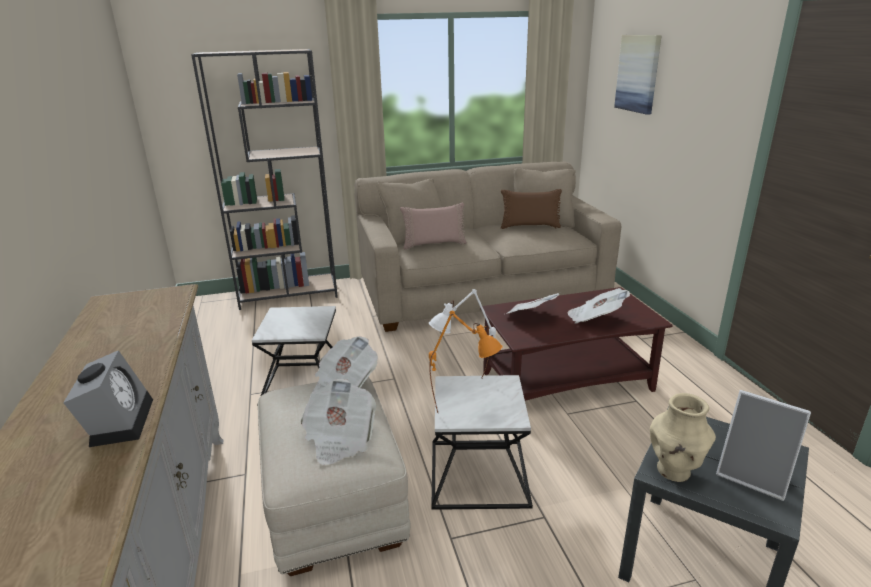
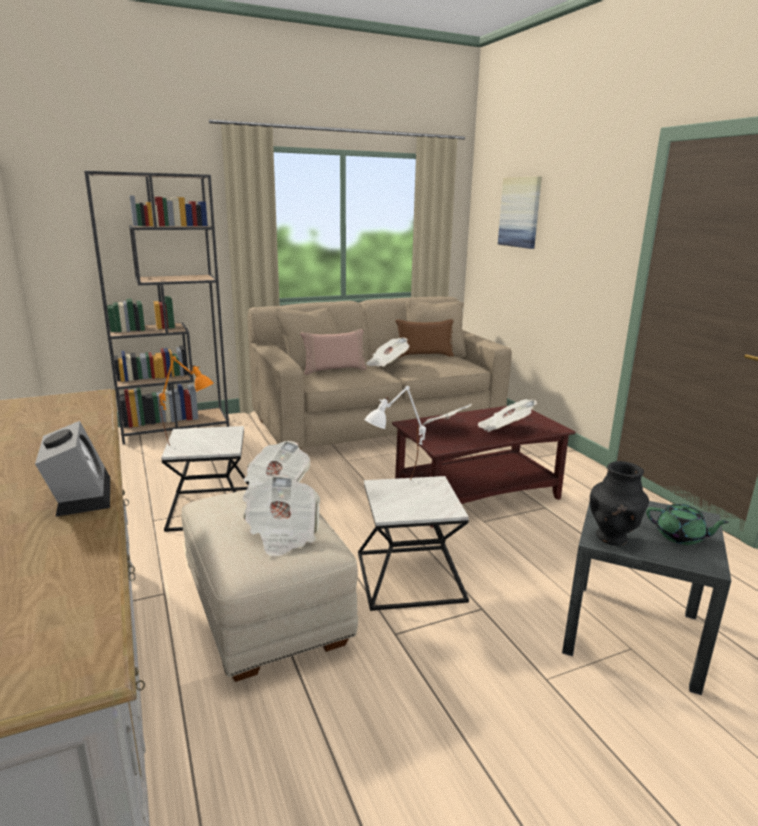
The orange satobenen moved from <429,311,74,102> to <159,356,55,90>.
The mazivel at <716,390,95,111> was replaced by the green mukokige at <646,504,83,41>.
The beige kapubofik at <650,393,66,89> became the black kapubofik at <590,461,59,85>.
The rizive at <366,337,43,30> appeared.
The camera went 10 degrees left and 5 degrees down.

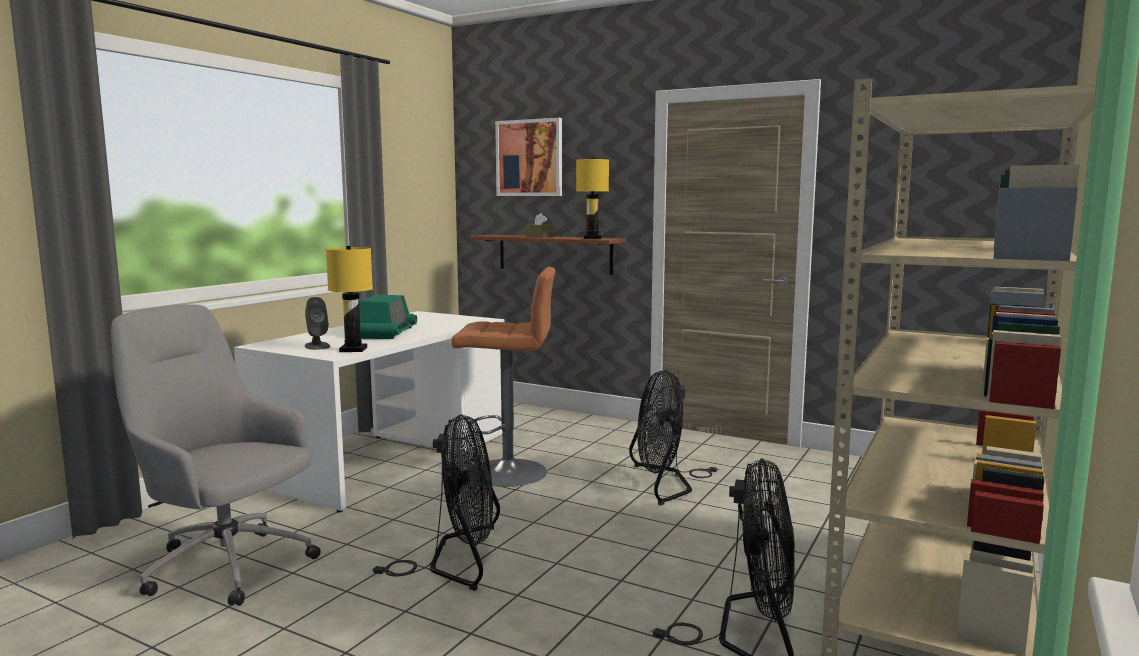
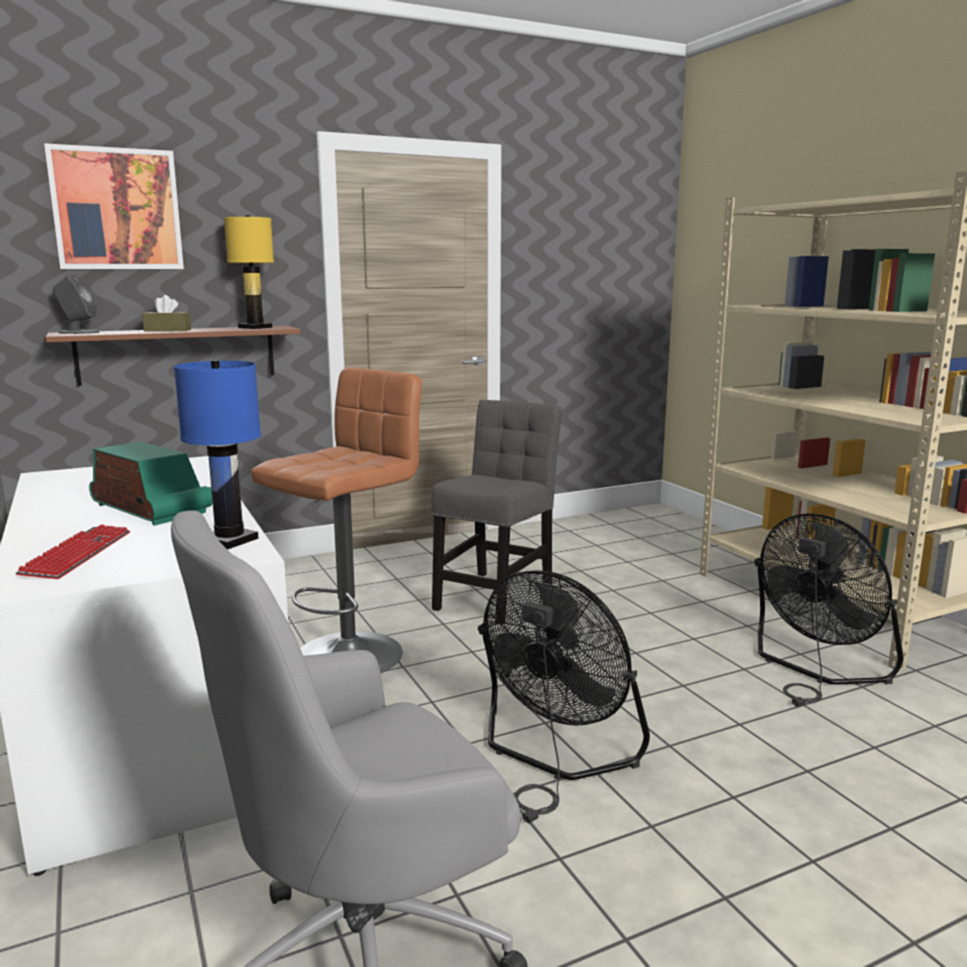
The yellow satobenen at <326,246,47,106> became the blue satobenen at <174,360,87,189>.
The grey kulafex moved from <305,297,25,53> to <53,274,47,60>.
The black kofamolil at <629,370,90,135> was replaced by the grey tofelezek at <431,400,131,223>.
The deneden at <16,524,114,55> appeared.
The camera went 55 degrees left and 5 degrees up.

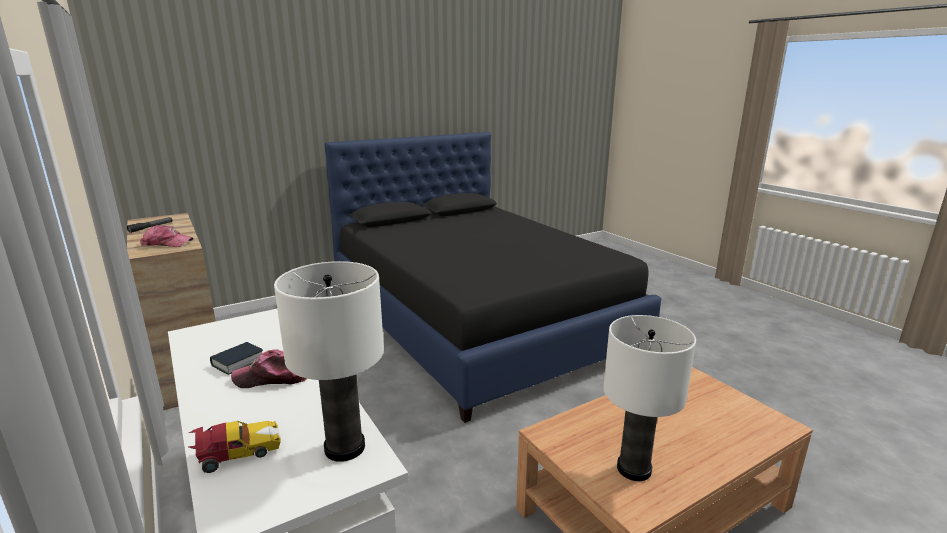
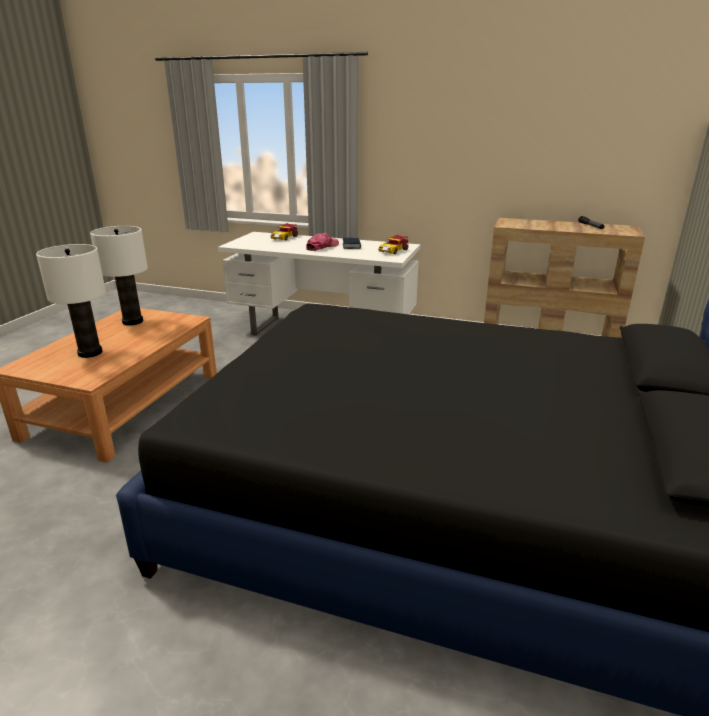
The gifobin at <140,225,54,22> disappeared.
The white satobenen moved from <274,261,110,201> to <36,244,70,114>.
The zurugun at <378,235,30,19> appeared.
The camera went 140 degrees right and 5 degrees up.

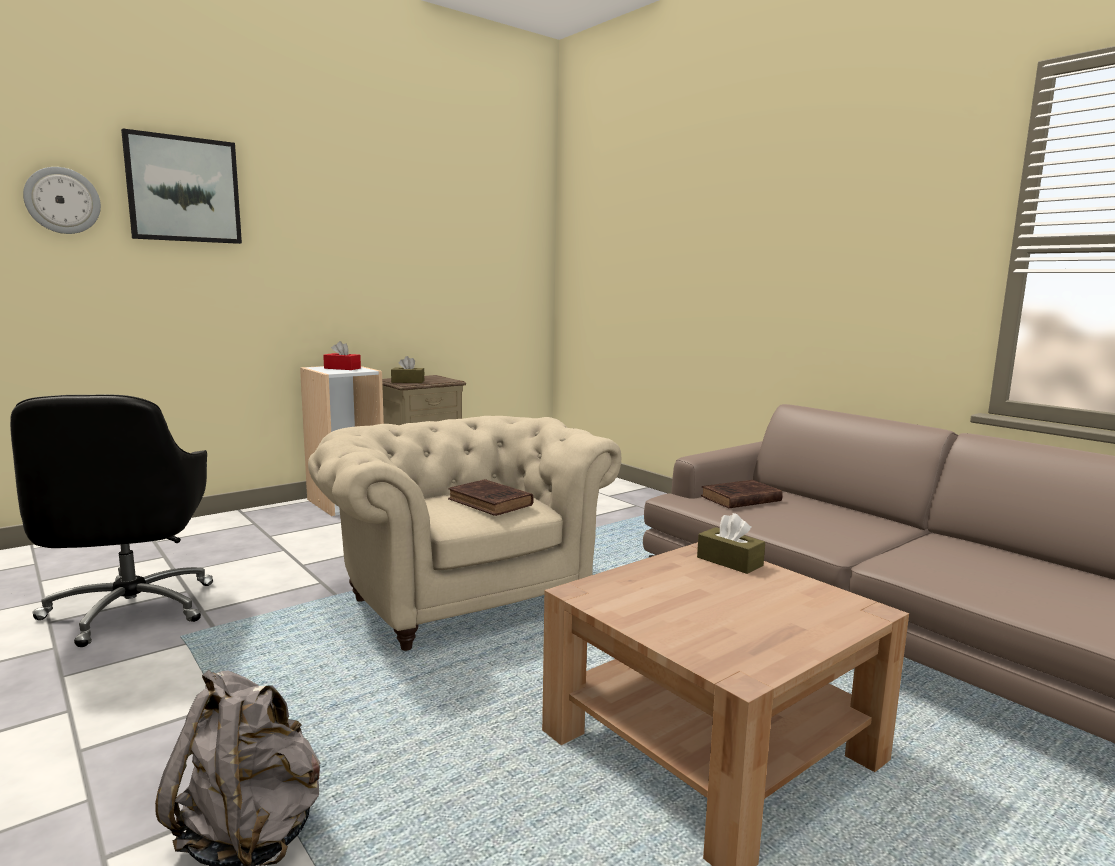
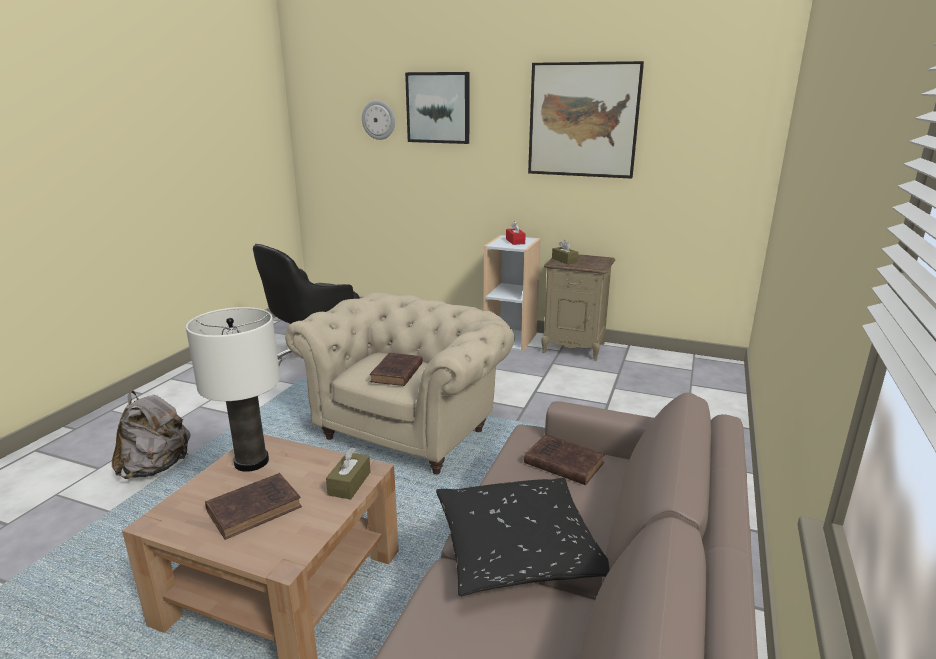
The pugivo at <528,61,116,118> appeared.
The white satobenen at <186,307,94,165> appeared.
The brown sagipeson at <205,473,97,67> appeared.
The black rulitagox at <436,478,174,118> appeared.
The camera went 60 degrees right and 10 degrees up.

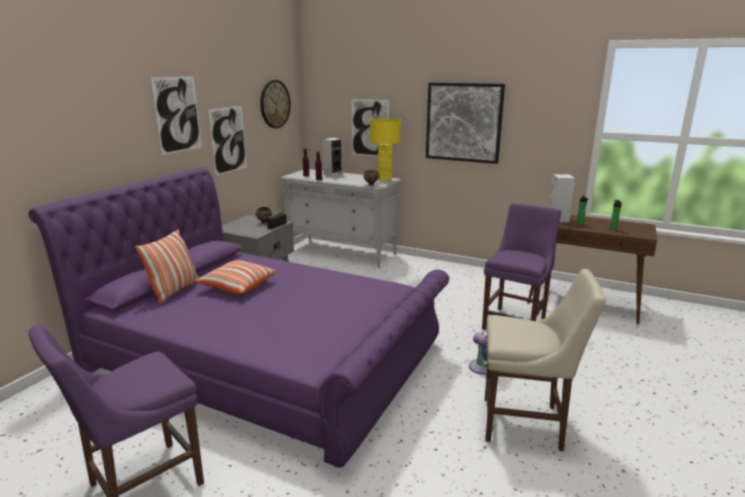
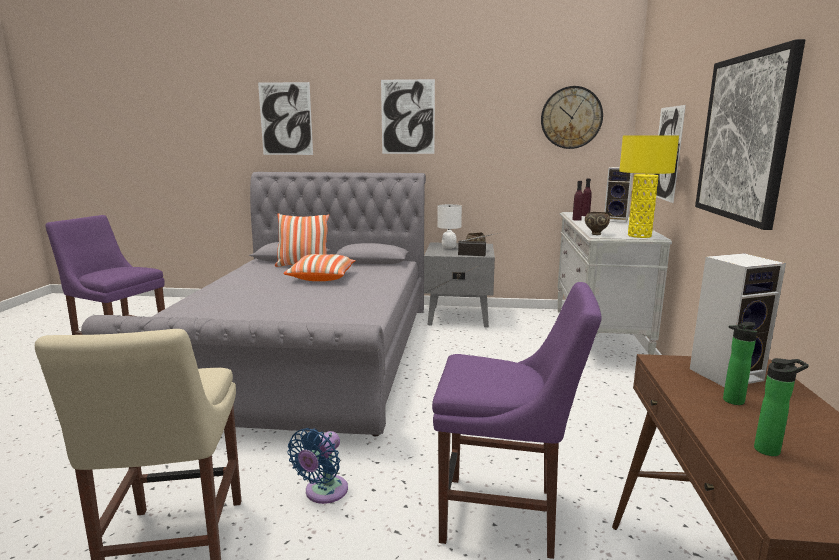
The pugivo moved from <208,106,39,70> to <258,82,55,73>.
The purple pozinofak at <28,167,421,301> became the grey pozinofak at <81,172,345,264>.
The white satobenen at <437,204,25,45> appeared.
The camera went 70 degrees right and 5 degrees down.

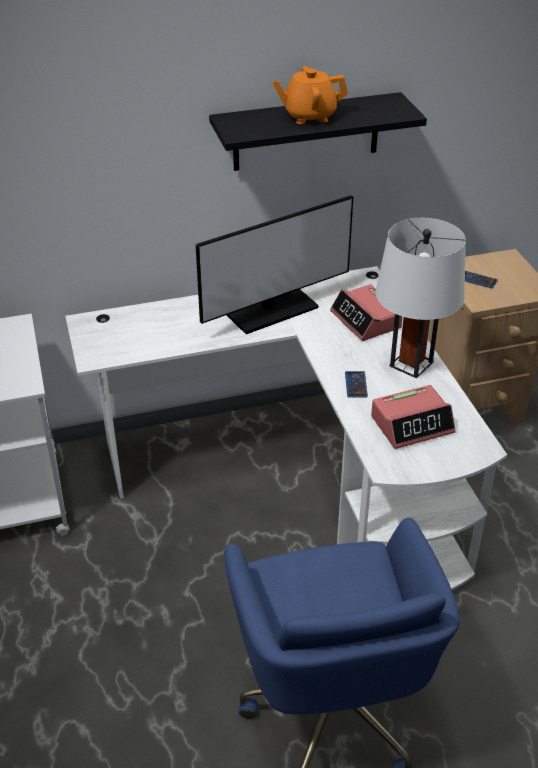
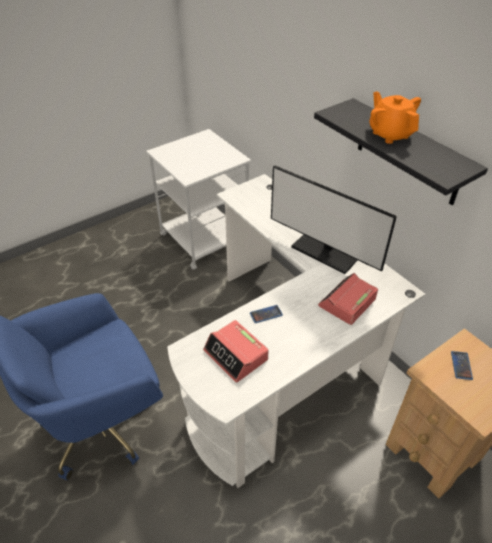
The white satobenen at <376,217,90,161> disappeared.
The camera went 70 degrees right and 5 degrees up.

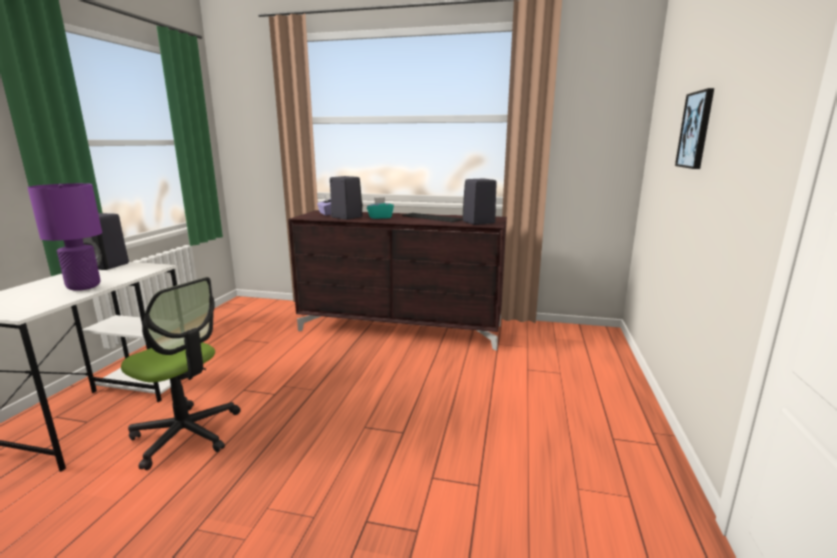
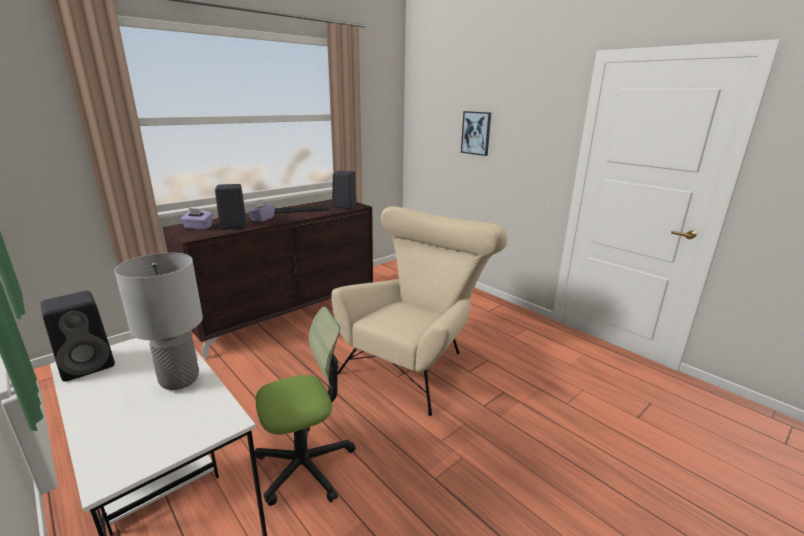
The purple satobenen at <27,183,75,108> became the grey satobenen at <114,253,89,137>.
The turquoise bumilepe at <367,197,27,22> became the purple bumilepe at <248,200,27,22>.
The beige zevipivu at <331,206,176,210> appeared.
The camera went 55 degrees left and 5 degrees up.

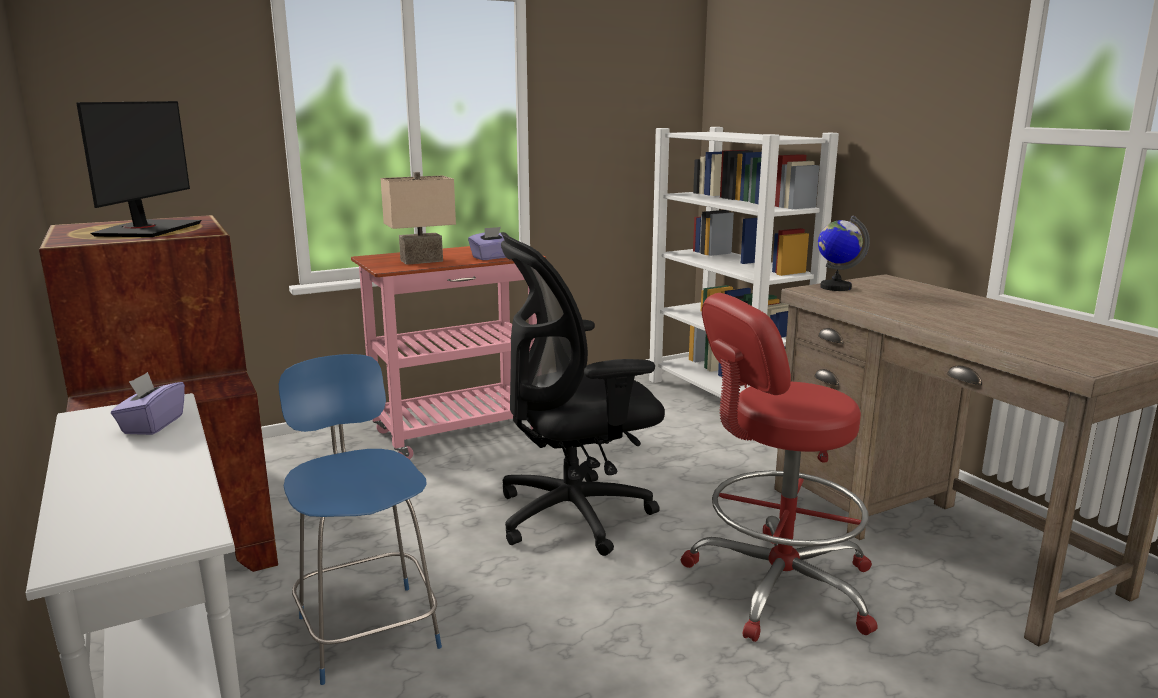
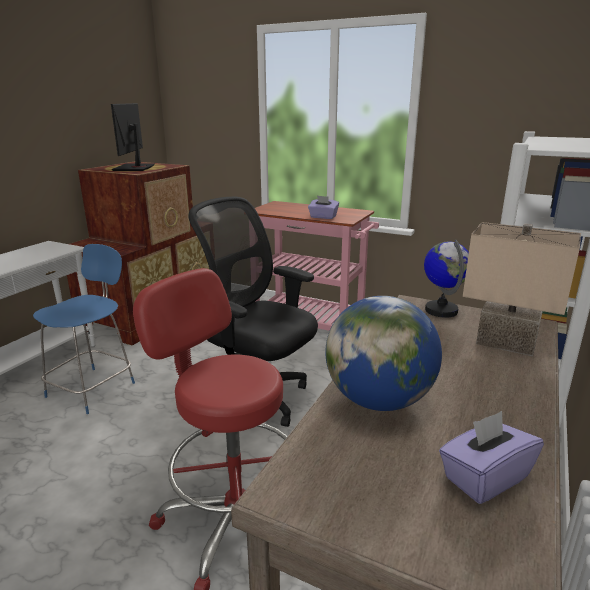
The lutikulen at <76,101,126,136> turned 120 degrees clockwise.
The beige satobenen moved from <380,172,76,93> to <463,222,118,135>.
The purple bumilepe moved from <111,372,74,63> to <439,411,105,93>.
The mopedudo at <325,296,117,115> appeared.
The camera went 55 degrees right and 5 degrees up.

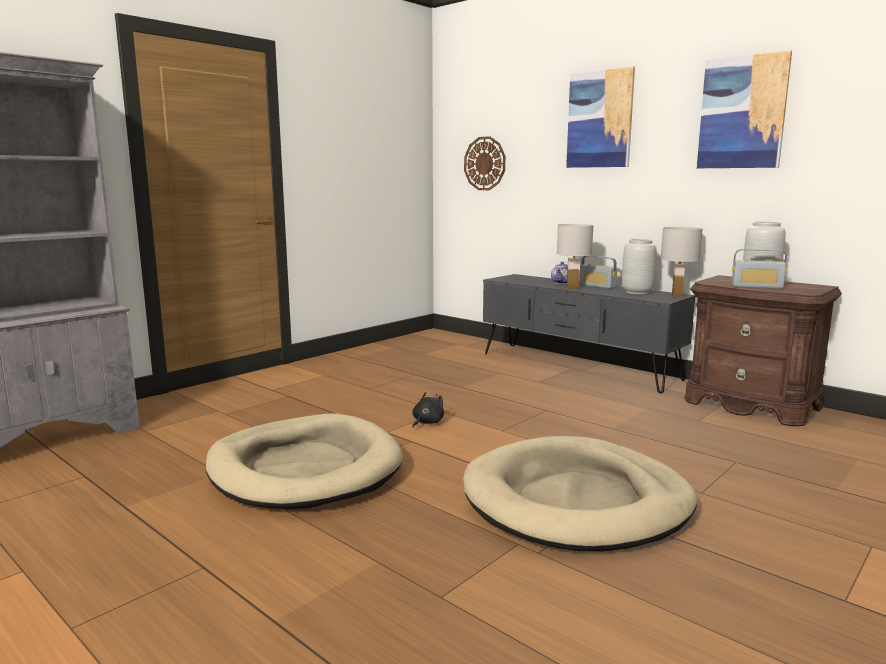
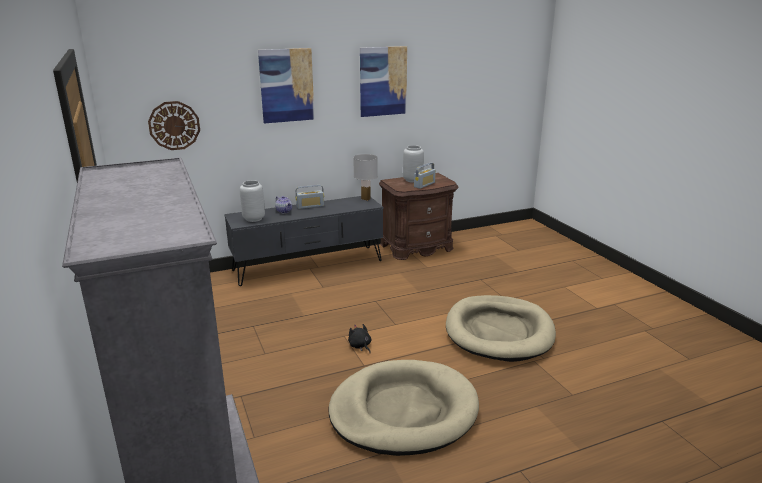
The white satobenen at <557,224,37,65> disappeared.
The grey kapubofik moved from <622,239,35,55> to <240,180,25,42>.
The camera went 65 degrees left and 10 degrees up.

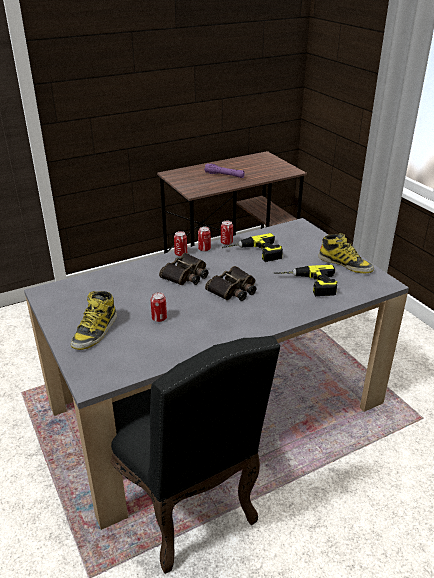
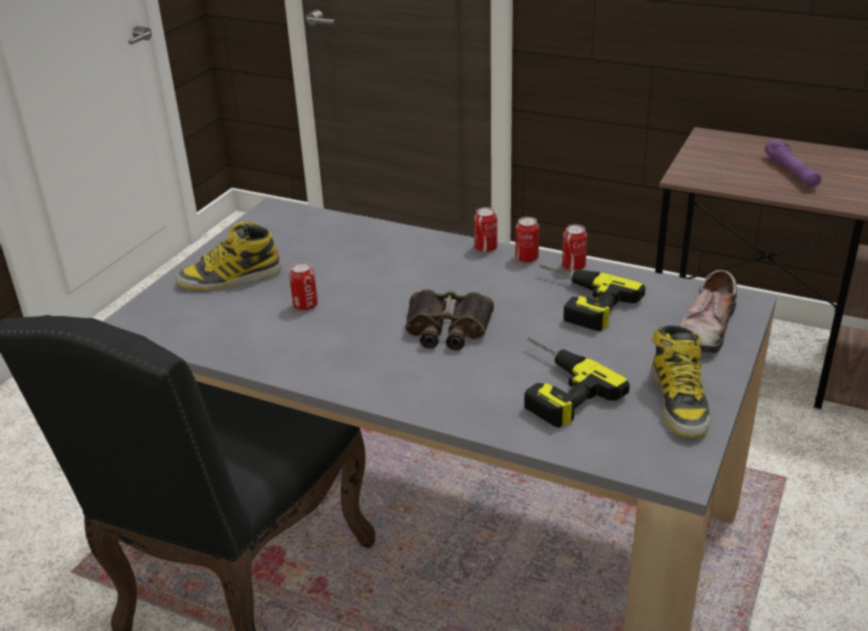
The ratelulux at <159,253,49,32> disappeared.
The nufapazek at <680,270,57,83> appeared.
The camera went 55 degrees right and 0 degrees up.

